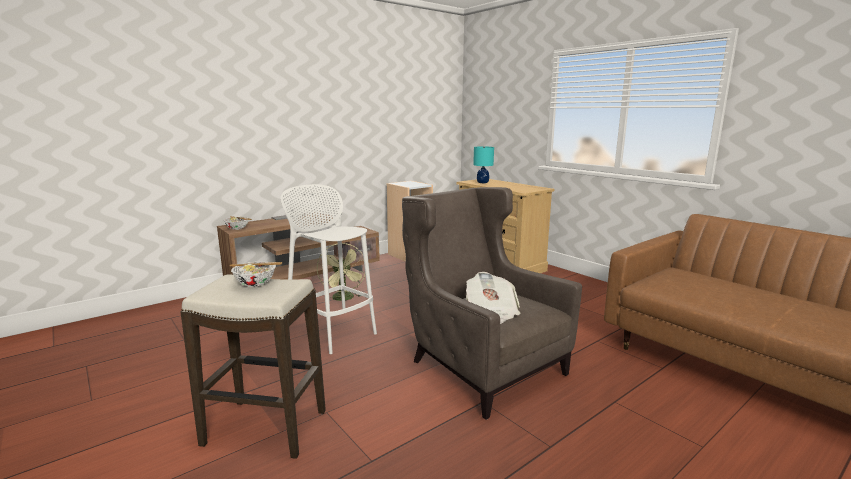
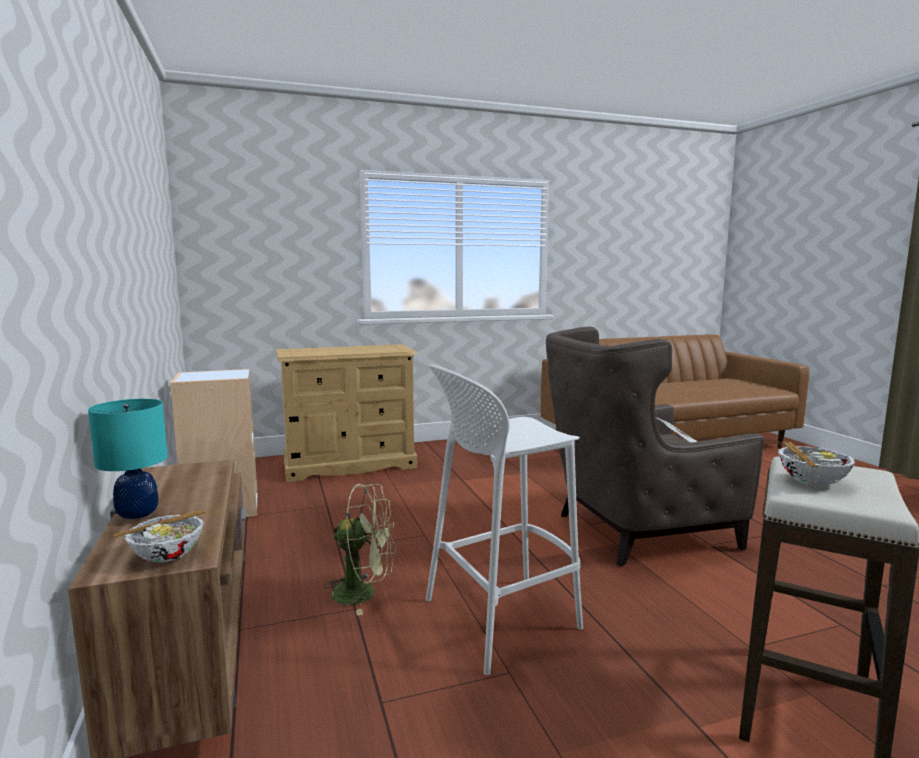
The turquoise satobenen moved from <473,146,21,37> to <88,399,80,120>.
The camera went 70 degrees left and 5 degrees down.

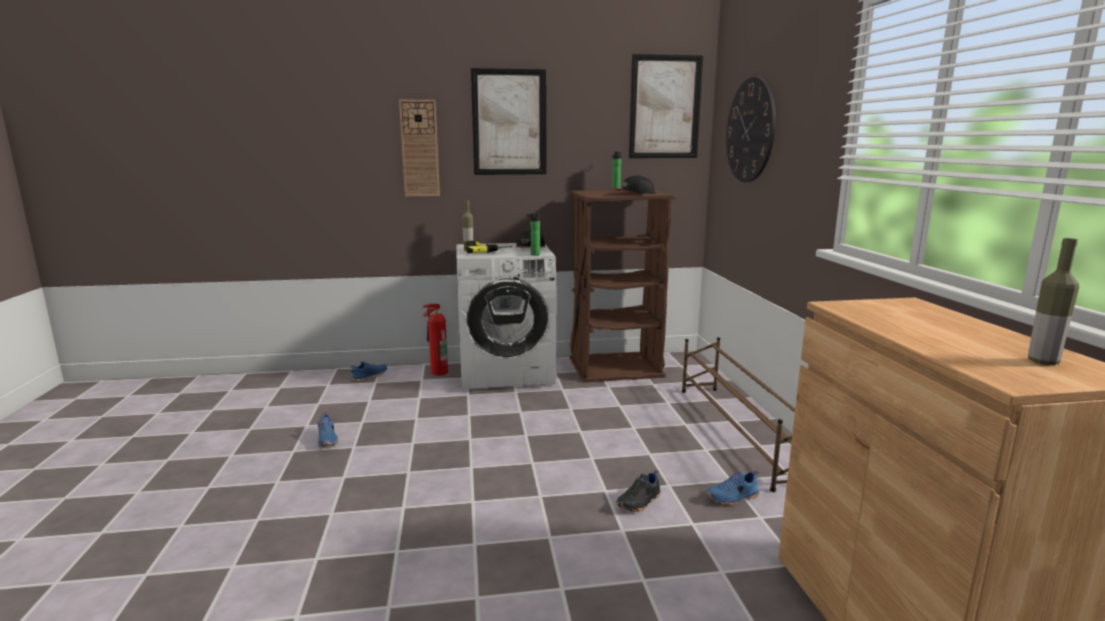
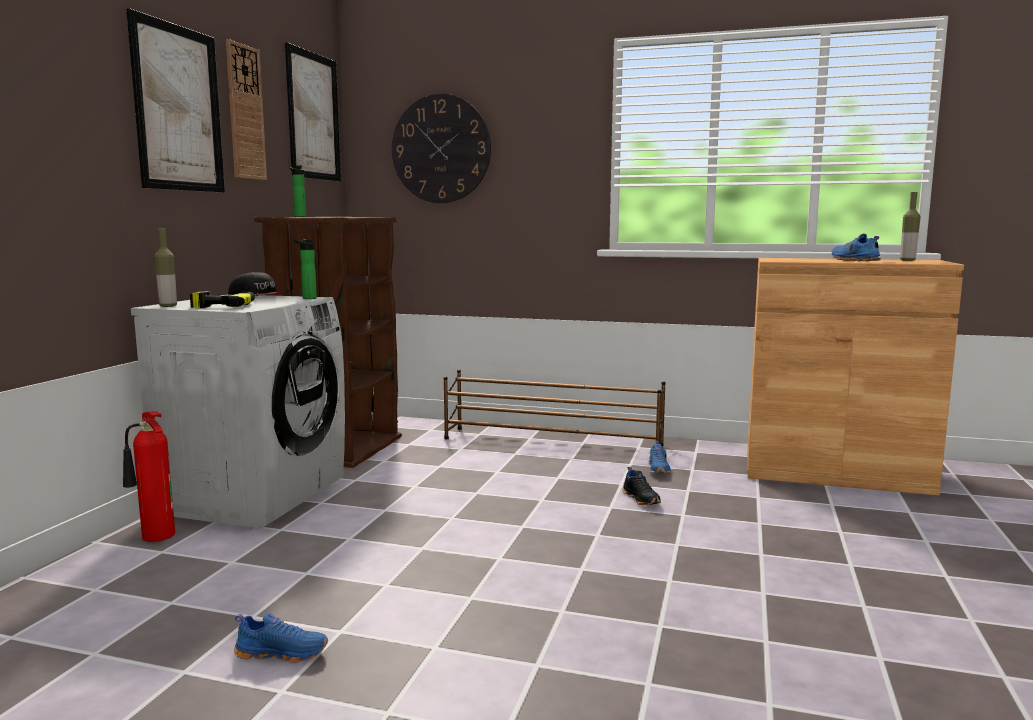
The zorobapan moved from <399,99,41,98> to <226,39,41,141>.
The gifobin at <610,175,45,19> disappeared.
The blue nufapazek moved from <350,361,37,21> to <832,234,49,27>.
The camera went 65 degrees left and 5 degrees down.

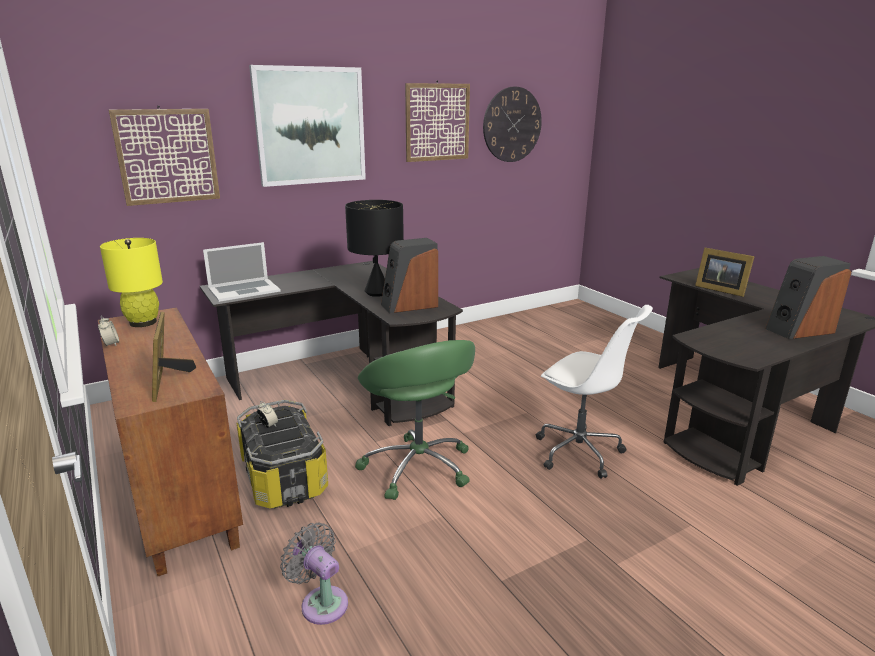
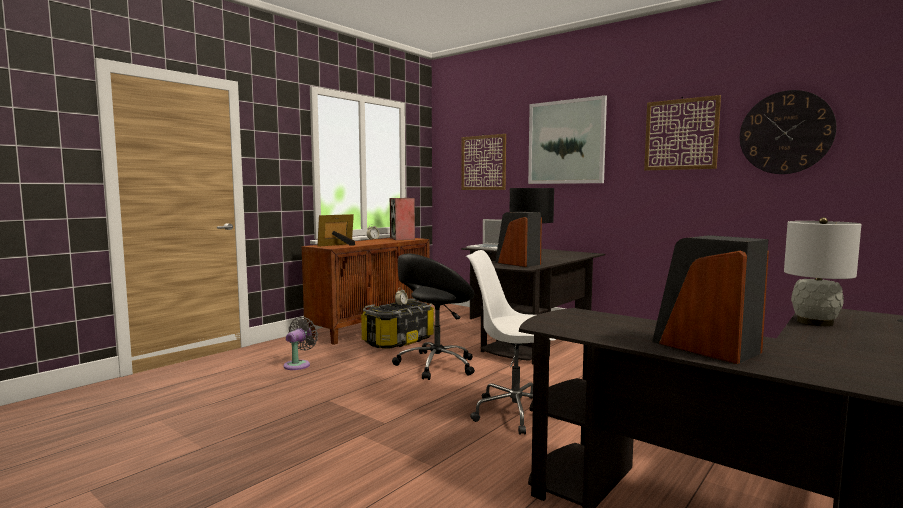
The yellow satobenen at <100,238,63,89> was replaced by the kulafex at <390,198,25,42>.
The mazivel at <695,247,60,50> was replaced by the white satobenen at <784,217,77,109>.
The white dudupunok at <535,305,118,174> turned 90 degrees clockwise.
The green dudupunok at <355,340,120,160> became the black dudupunok at <392,254,83,126>.
The camera went 70 degrees right and 15 degrees down.

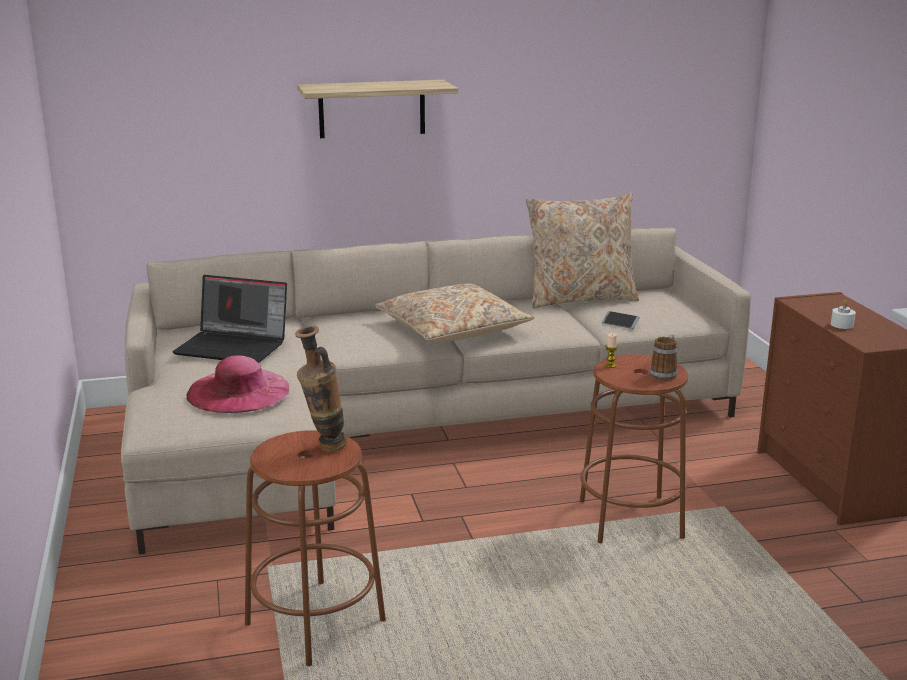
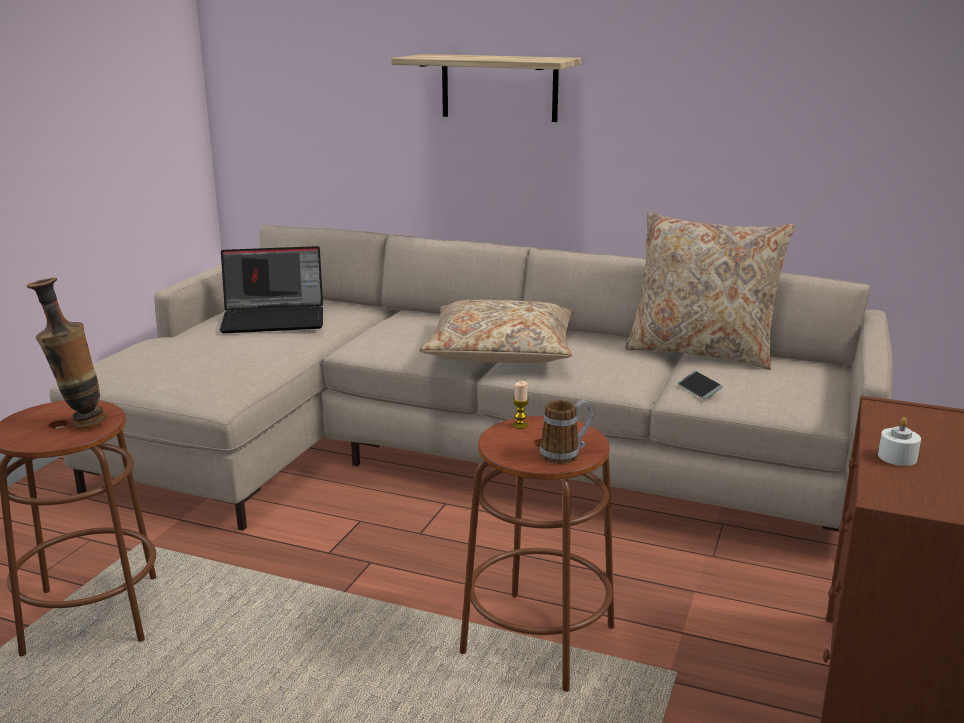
The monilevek at <172,275,115,88> turned 60 degrees counterclockwise.
The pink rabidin at <186,355,103,58> disappeared.
The camera went 35 degrees right and 0 degrees up.

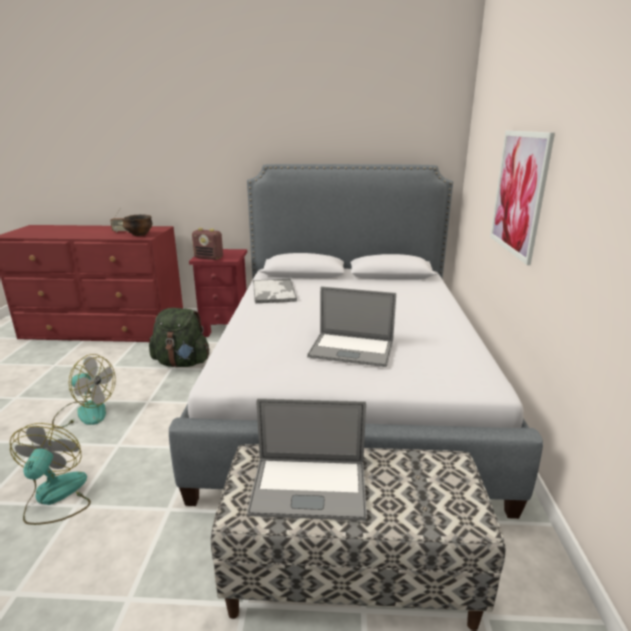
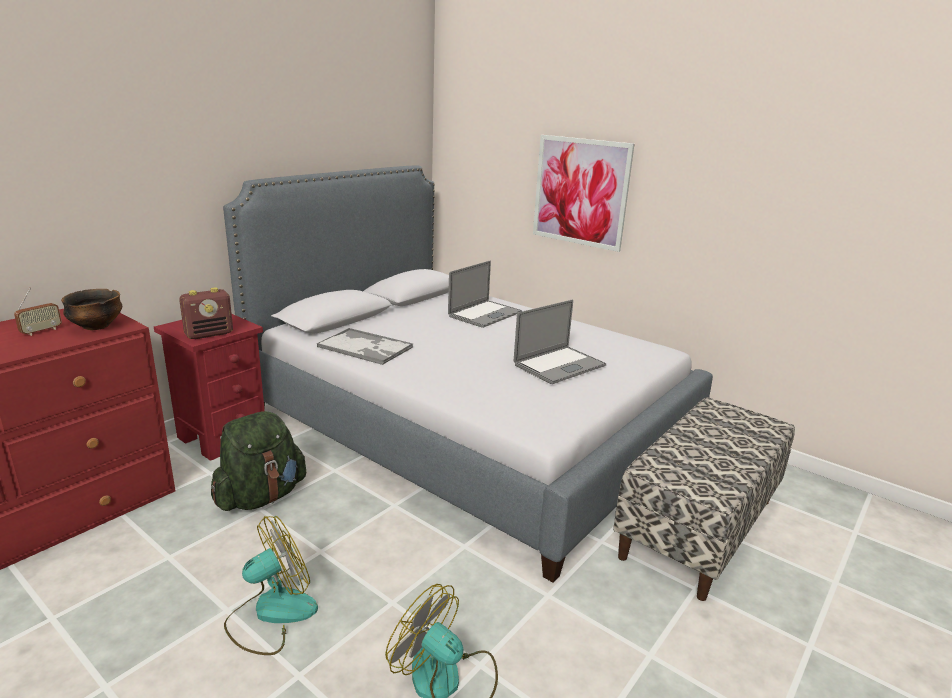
The monilevek moved from <247,398,120,123> to <448,261,74,67>.
The camera went 55 degrees left and 0 degrees up.

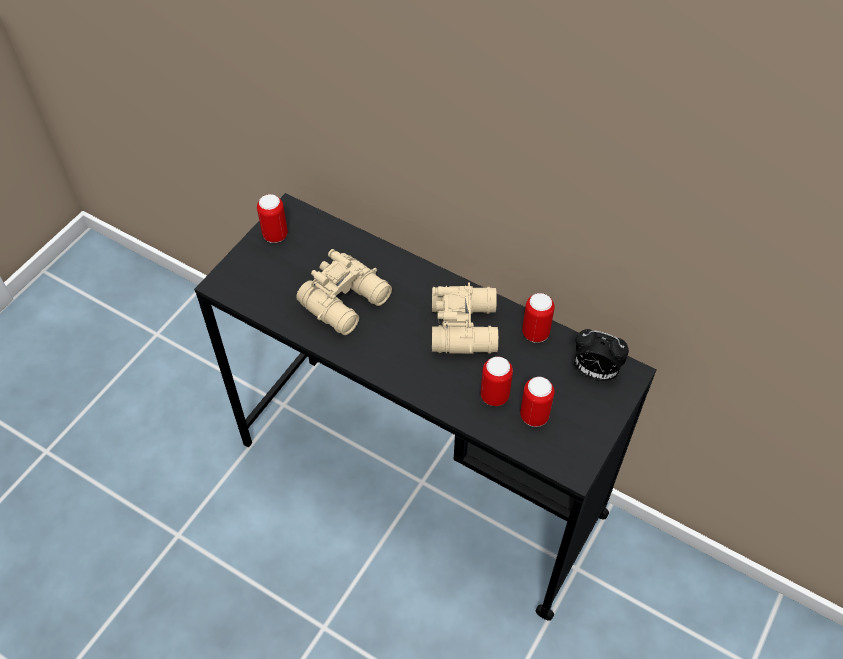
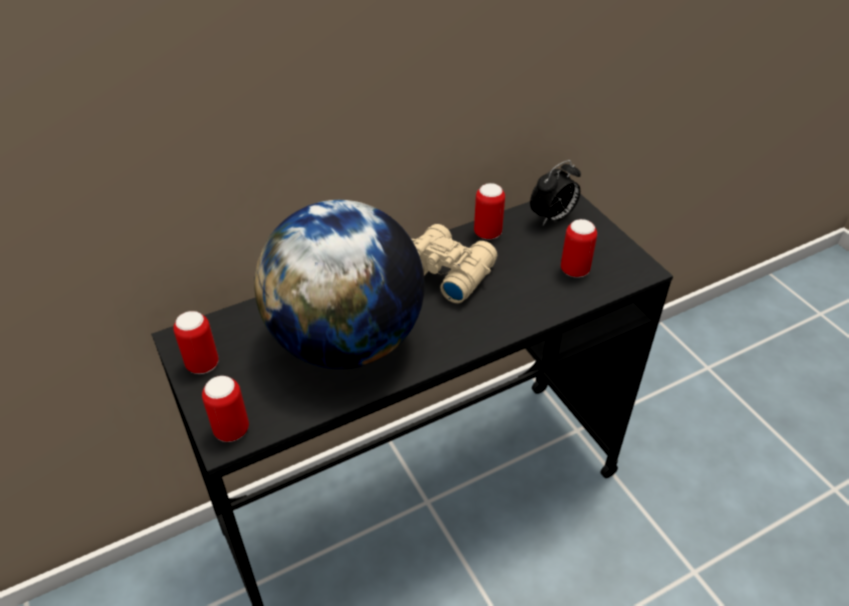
The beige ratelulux at <296,249,96,86> was replaced by the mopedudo at <255,200,170,169>.
The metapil moved from <480,357,33,49> to <202,376,47,66>.
The camera went 60 degrees left and 10 degrees down.

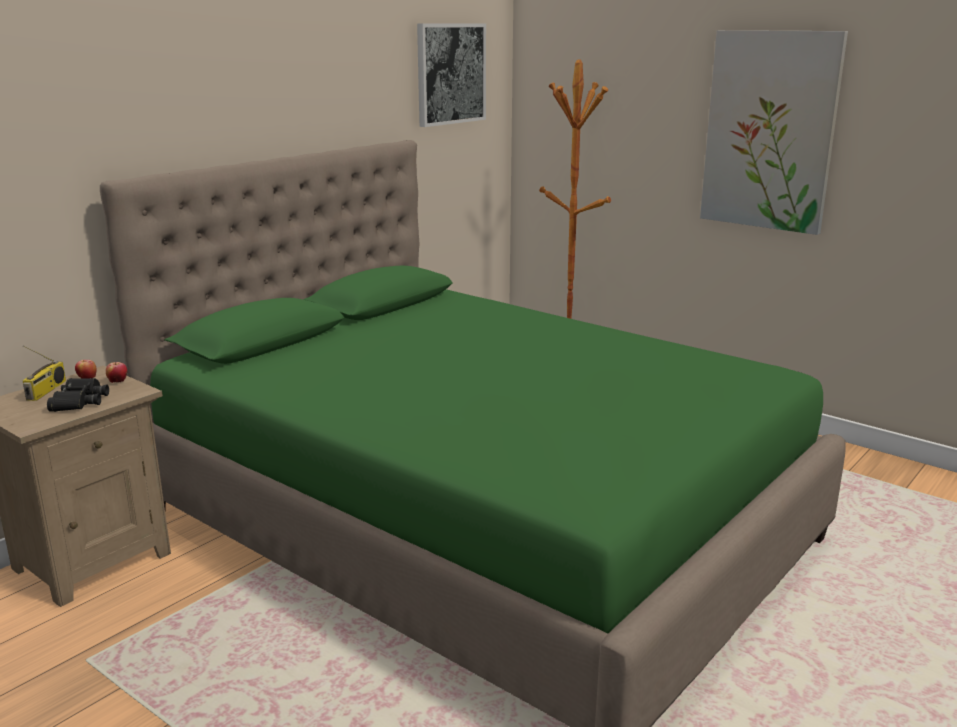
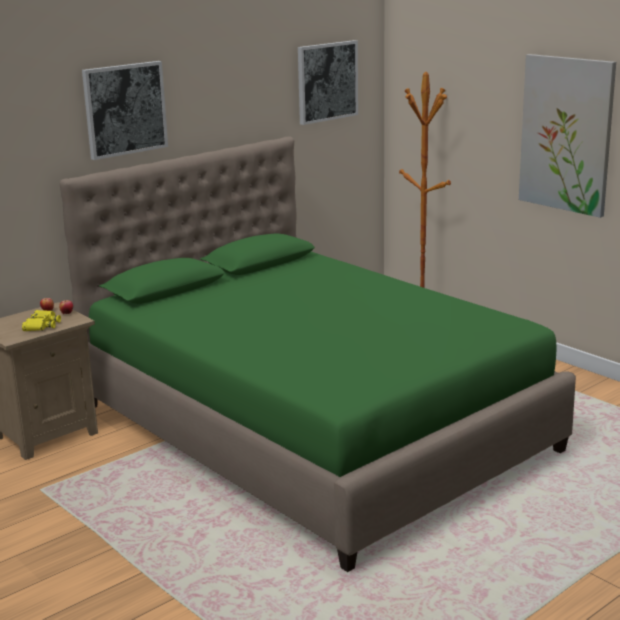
The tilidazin at <22,346,44,55> disappeared.
The black ratelulux at <47,378,62,34> became the yellow ratelulux at <22,310,39,21>.
The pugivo at <82,61,86,99> appeared.
The camera went 10 degrees right and 0 degrees up.

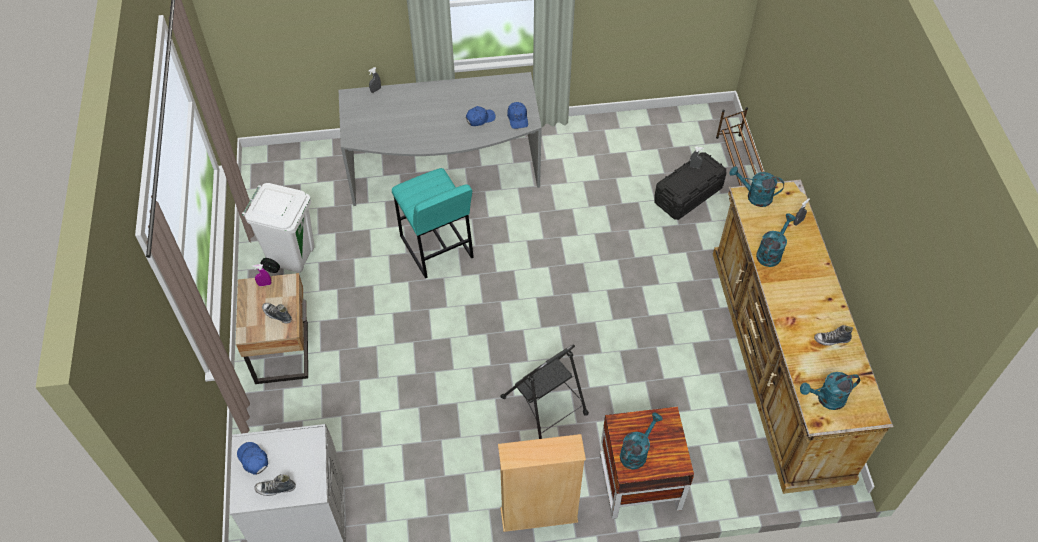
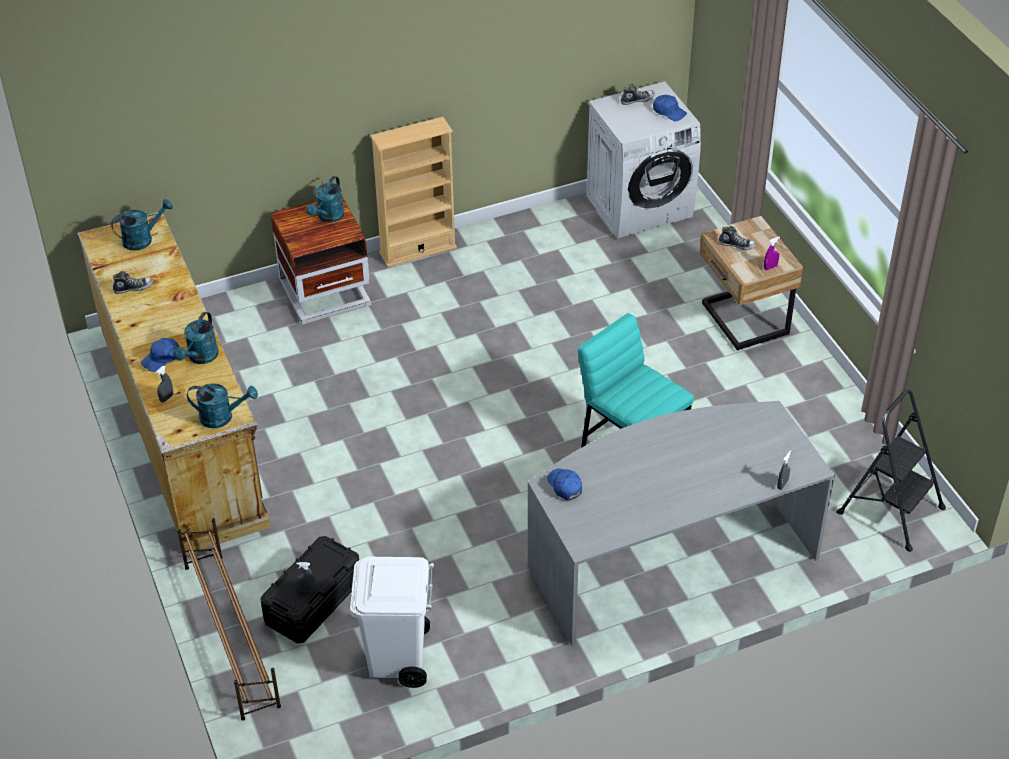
The blue gifobin moved from <466,106,30,20> to <141,338,38,34>.
The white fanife moved from <242,183,73,90> to <350,557,84,131>.
The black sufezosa moved from <501,344,88,95> to <836,390,110,162>.
The camera went 165 degrees right and 10 degrees down.

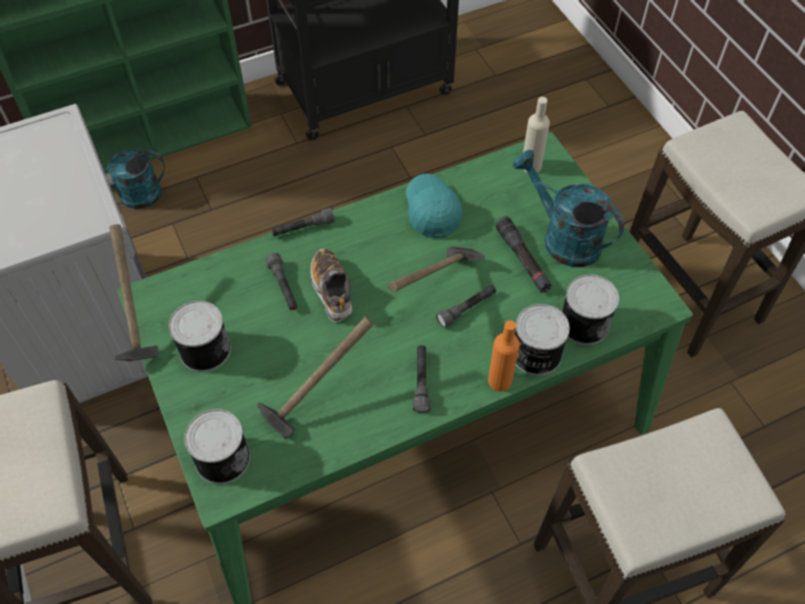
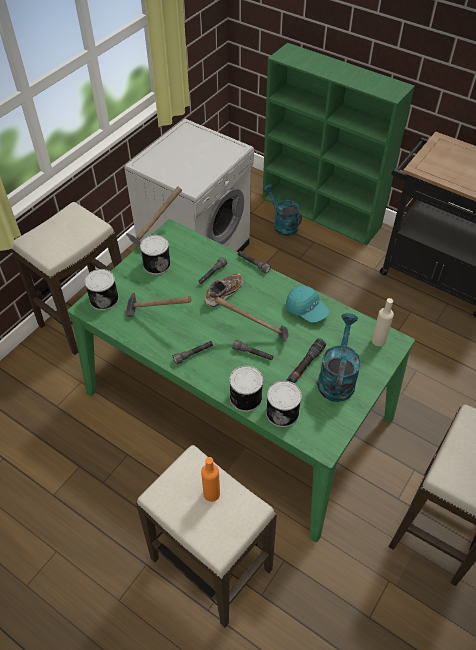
The turquoise gifobin at <406,174,56,64> turned 90 degrees clockwise.
The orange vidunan moved from <488,320,32,72> to <201,457,19,45>.
The camera went 60 degrees right and 5 degrees down.

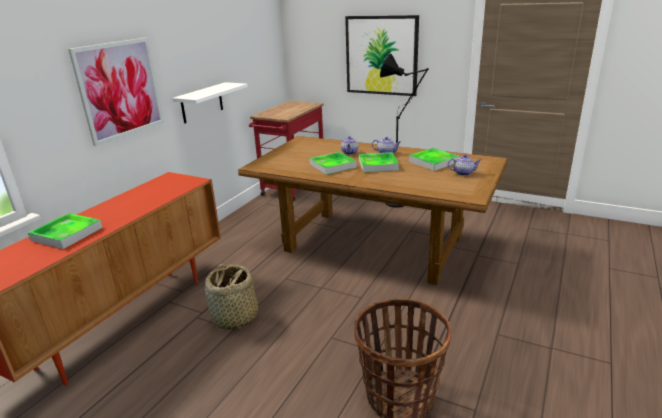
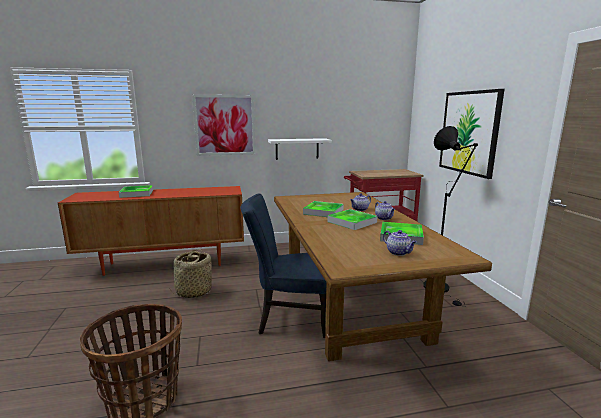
The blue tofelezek at <240,194,86,144> appeared.
The camera went 50 degrees right and 10 degrees down.

